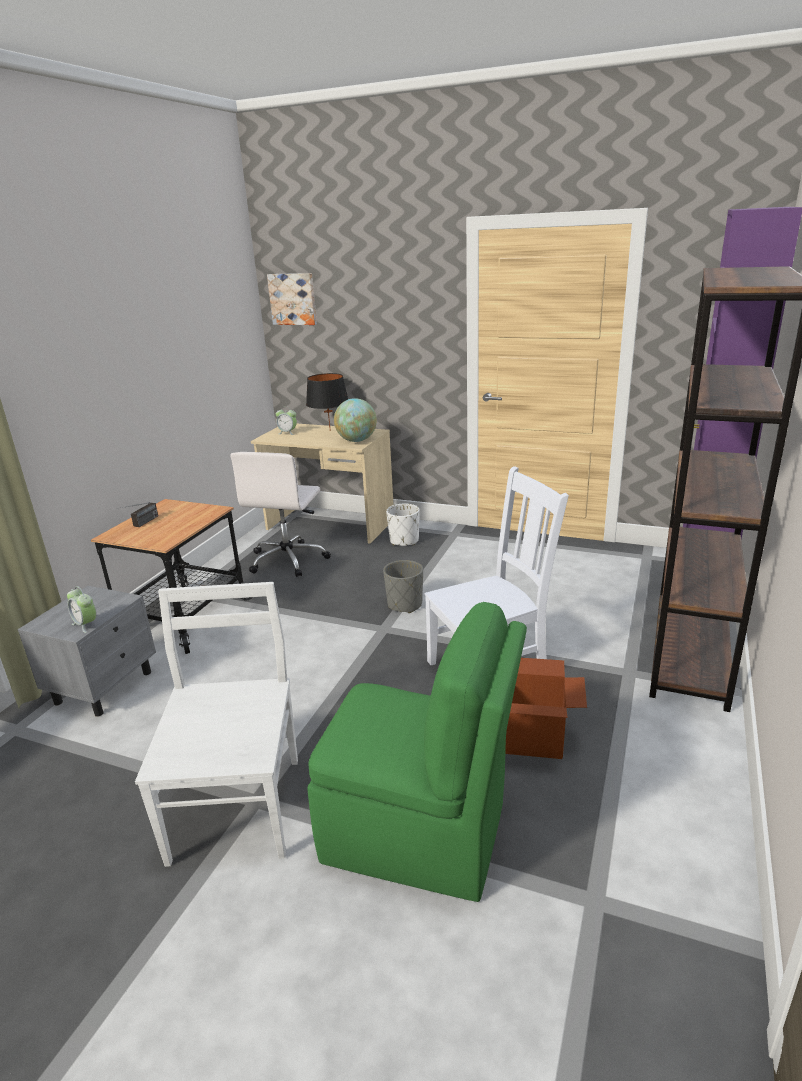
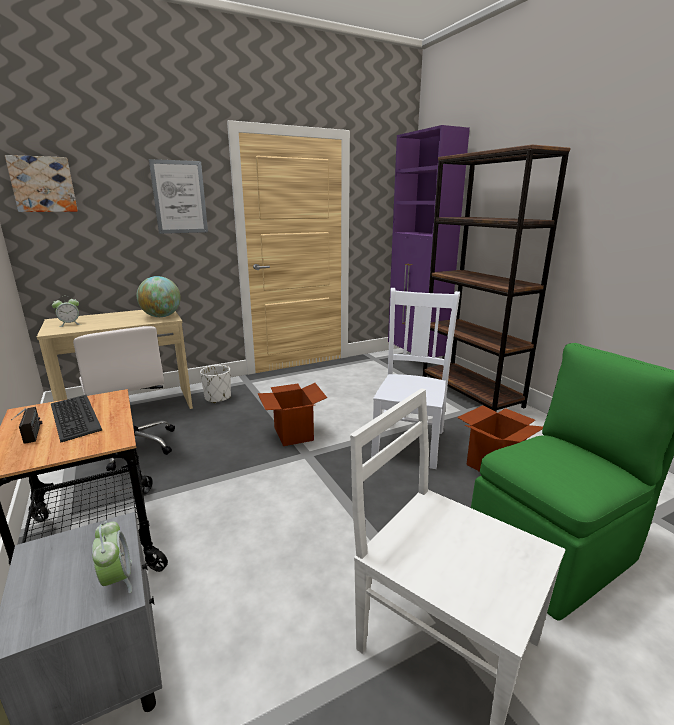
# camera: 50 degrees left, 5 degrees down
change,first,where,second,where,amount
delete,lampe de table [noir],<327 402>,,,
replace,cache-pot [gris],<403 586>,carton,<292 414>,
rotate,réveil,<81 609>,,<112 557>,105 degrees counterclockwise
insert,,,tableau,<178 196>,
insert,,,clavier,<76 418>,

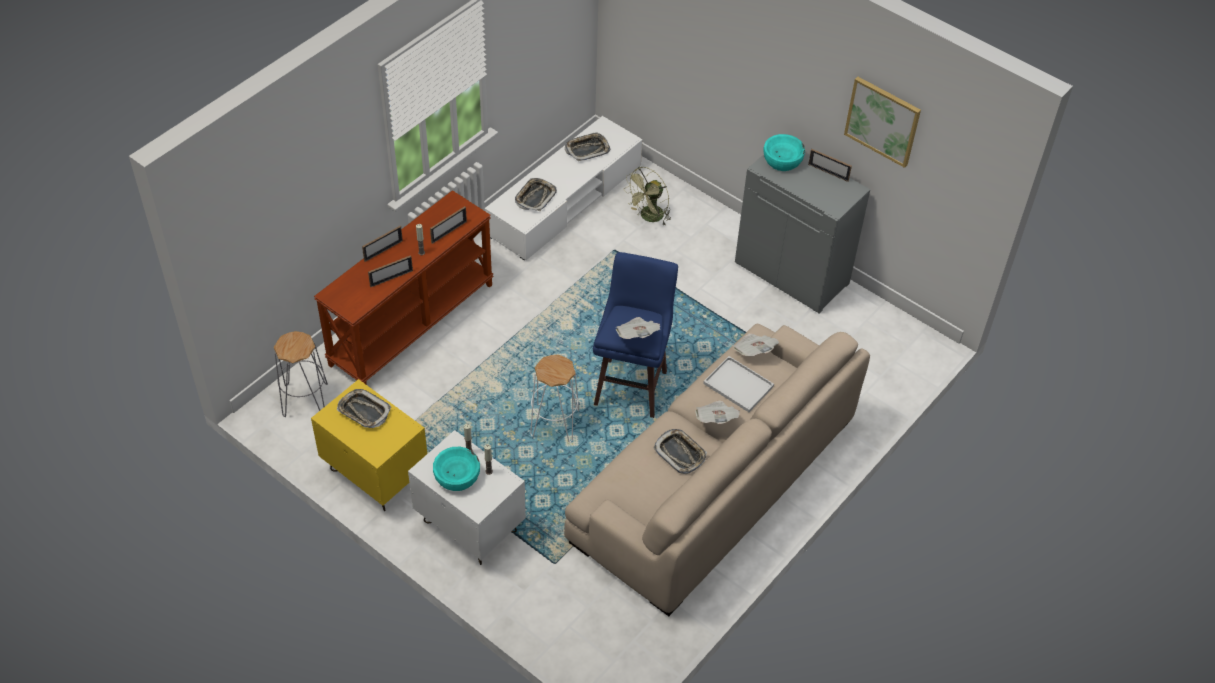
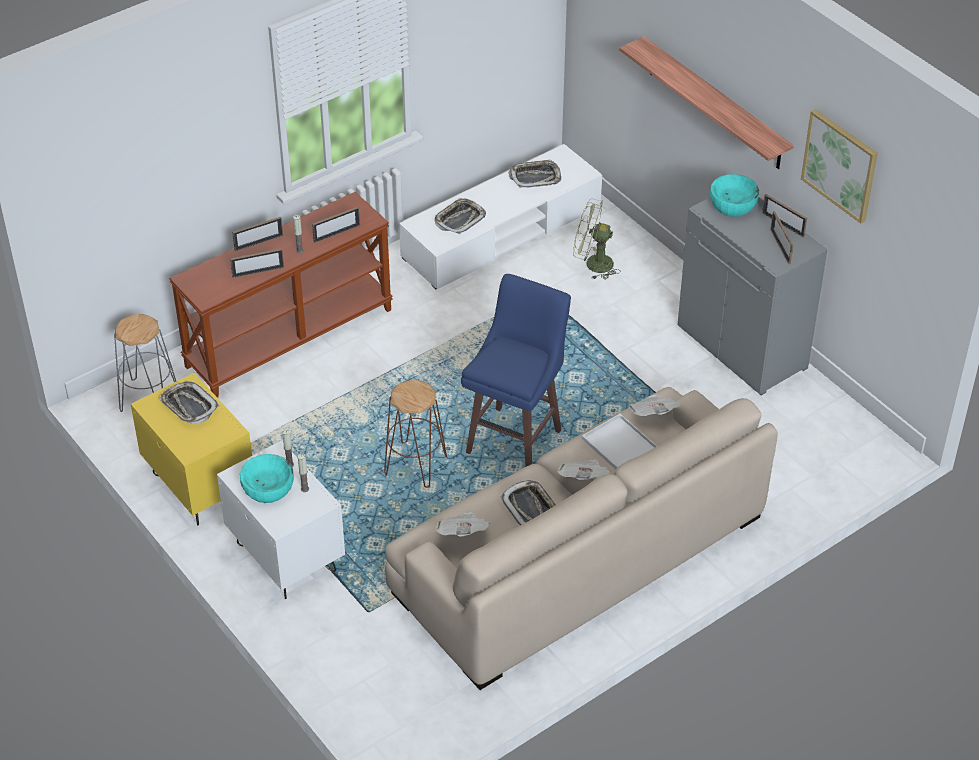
# camera: 15 degrees right, 5 degrees down
change,first,where,second,where,amount
rotate,ventilateur [vert],<647 196>,,<596 239>,45 degrees clockwise
move,journal,<638 328>,,<463 524>,
recolor,tabouret [blanc],<554 398>,tabouret [marron],<415 434>,
insert,,,étagère,<706 102>,
insert,,,cadre photo,<781 237>,

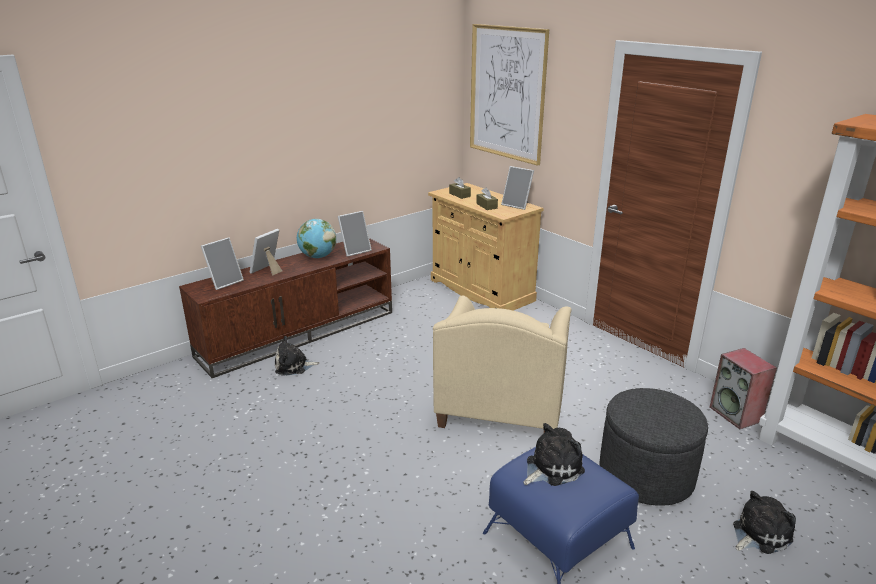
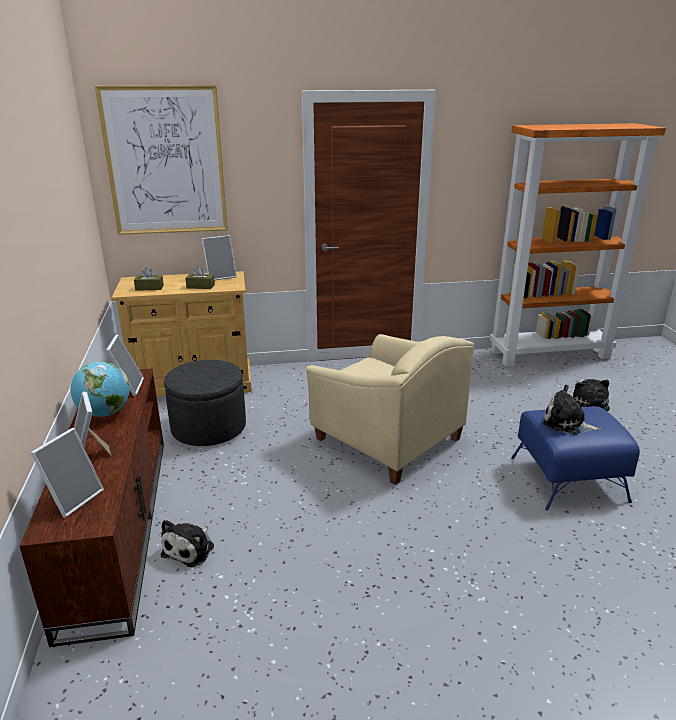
# camera: 60 degrees left, 0 degrees up
change,first,where,second,where,amount
rotate,cadre photo,<222 263>,,<67 473>,45 degrees clockwise
delete,enceinte,<743 388>,,,
move,pouf [gris],<653 447>,,<205 403>,
rotate,peluche,<554 454>,,<572 410>,60 degrees counterclockwise

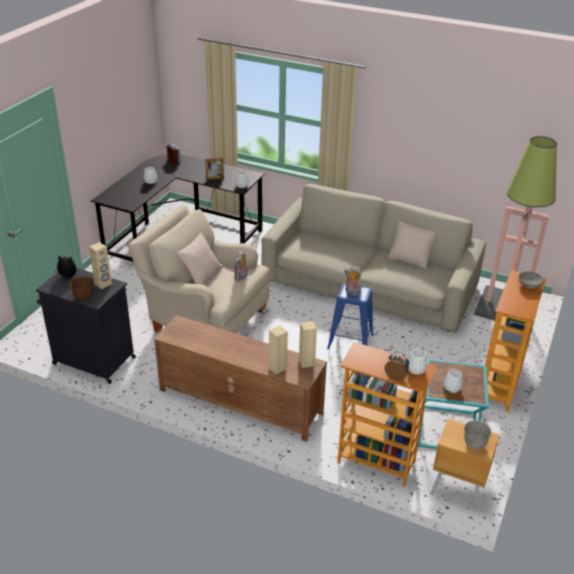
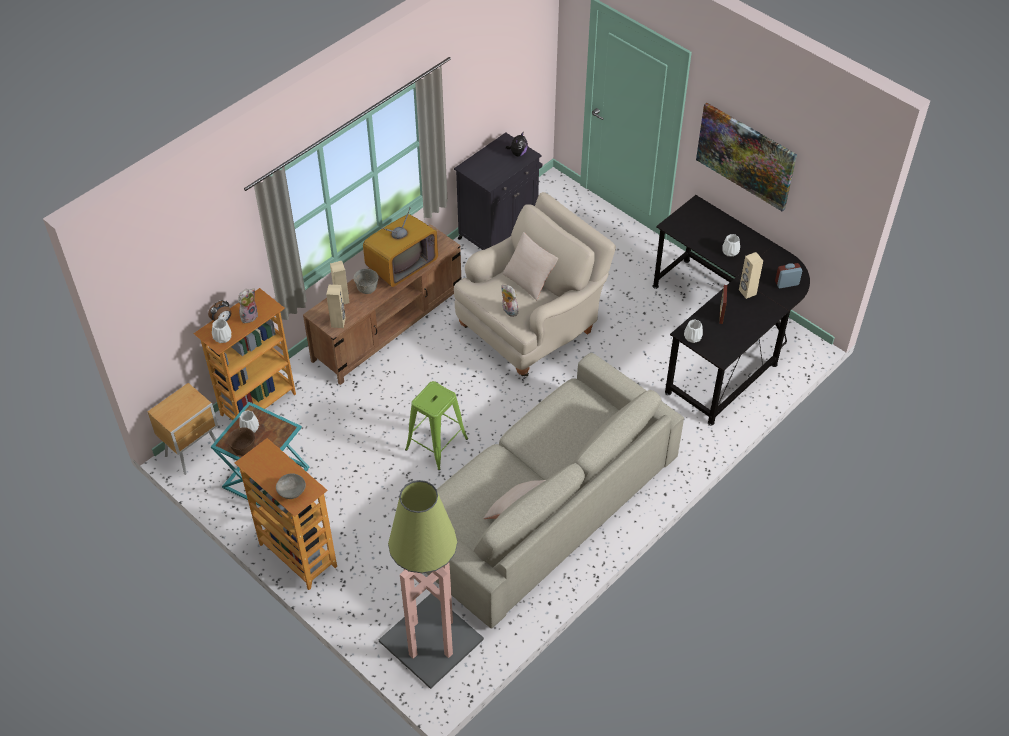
# camera: 110 degrees right, 15 degrees up
change,first,where,second,where,amount
move,enceinte [beige],<100 265>,,<751 275>,
move,peluche,<353 281>,,<248 305>,
move,bol [marron],<81 288>,,<241 441>,
recolor,tabouret [bleu],<350 316>,tabouret [vert],<436 425>,
move,bol [gris],<478 435>,,<366 281>,
insert,,,tableau,<746 157>,
insert,,,téléviseur,<400 247>,

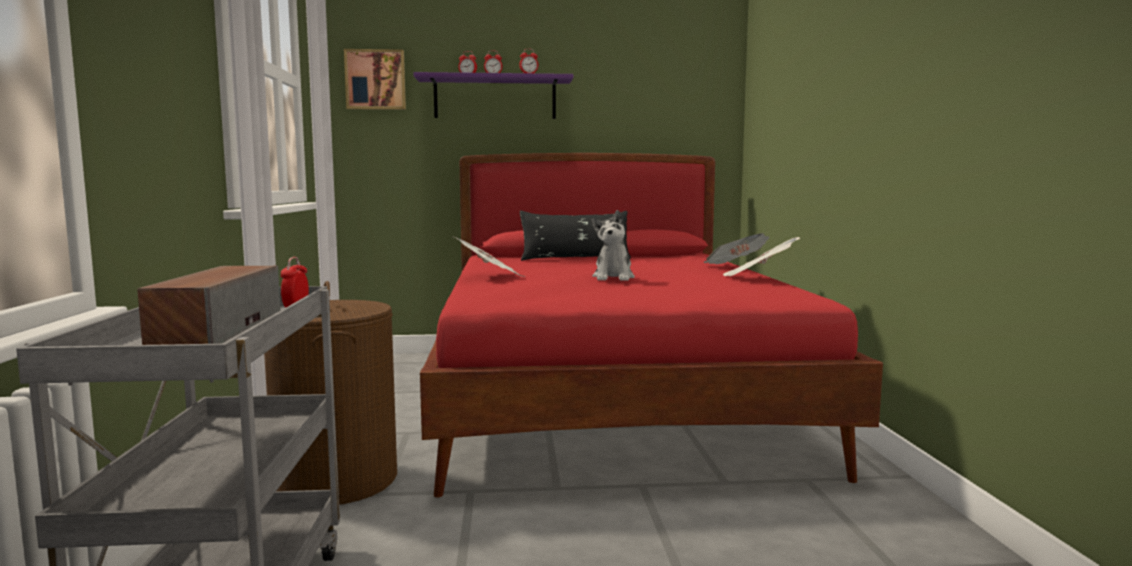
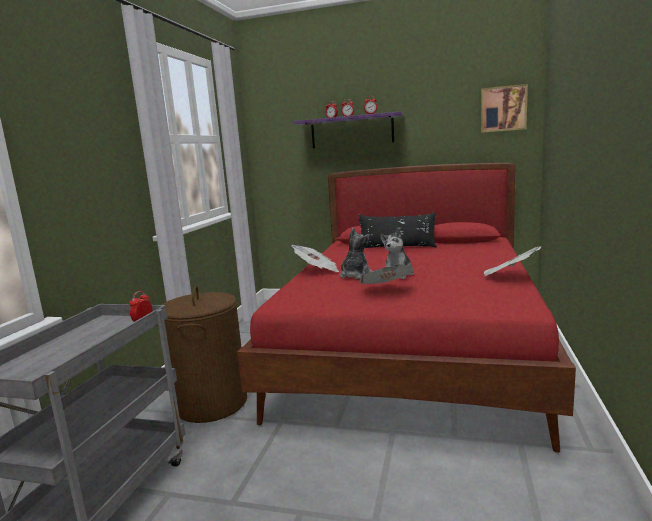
# camera: 20 degrees right, 5 degrees up
change,first,where,second,where,amount
move,tableau,<375 79>,,<504 108>,
move,journal,<736 248>,,<386 274>,
delete,enceinte,<209 305>,,,
insert,,,peluche,<356 253>,

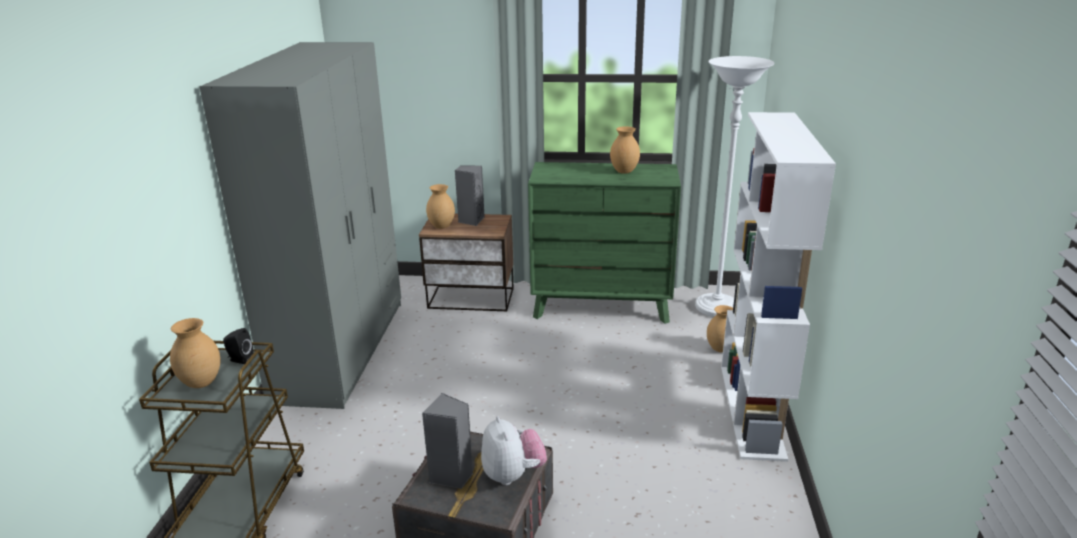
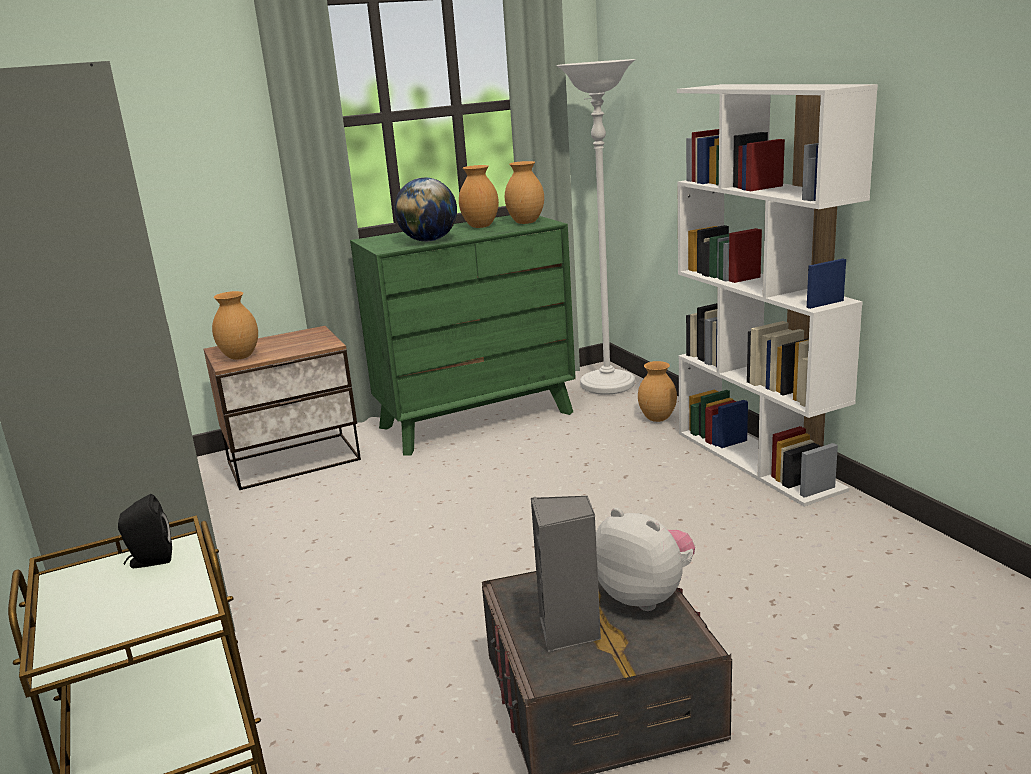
# camera: 30 degrees left, 5 degrees down
change,first,where,second,where,amount
delete,enceinte [gris],<470 195>,,,
move,vase [marron],<195 353>,,<524 192>,
insert,,,globe,<425 210>,

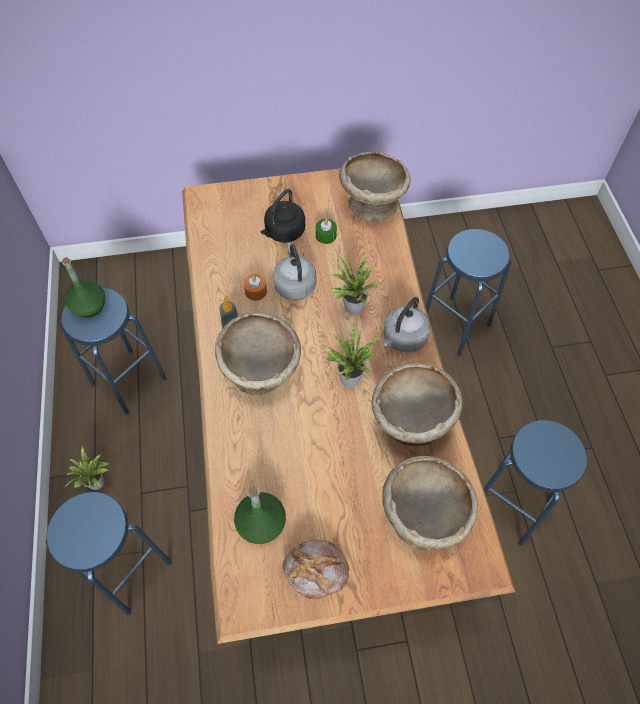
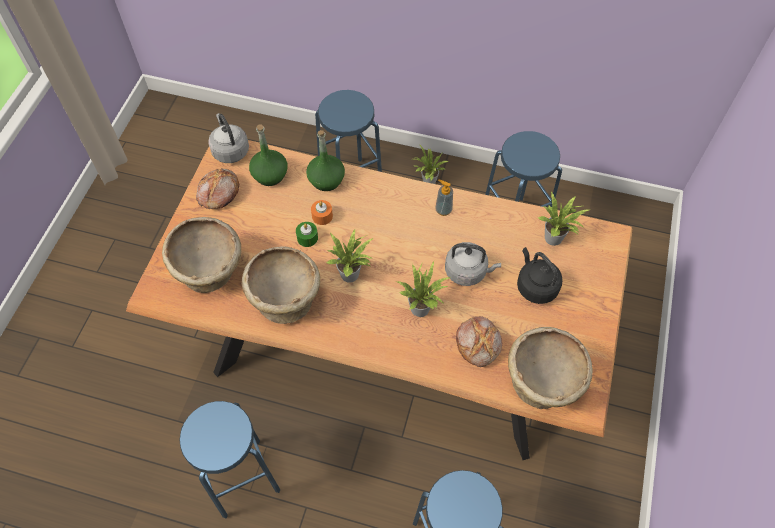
# camera: 115 degrees right, 0 degrees up
change,first,where,second,where,amount
move,bougie [vert],<326 231>,,<307 234>,
move,bouteille [vert],<83 287>,,<325 160>,
move,bougie [orange],<255 287>,,<322 212>,
move,bouilloire [gris],<406 324>,,<228 138>,
delete,bol [beige],<258 353>,,,
insert,,,plante en pot,<564 219>,
insert,,,pain,<479 341>,

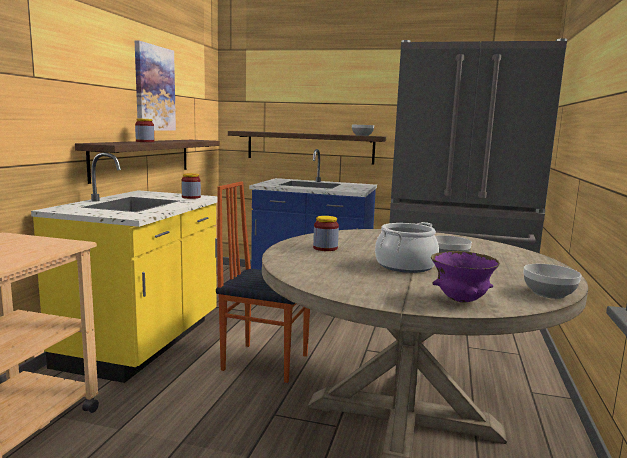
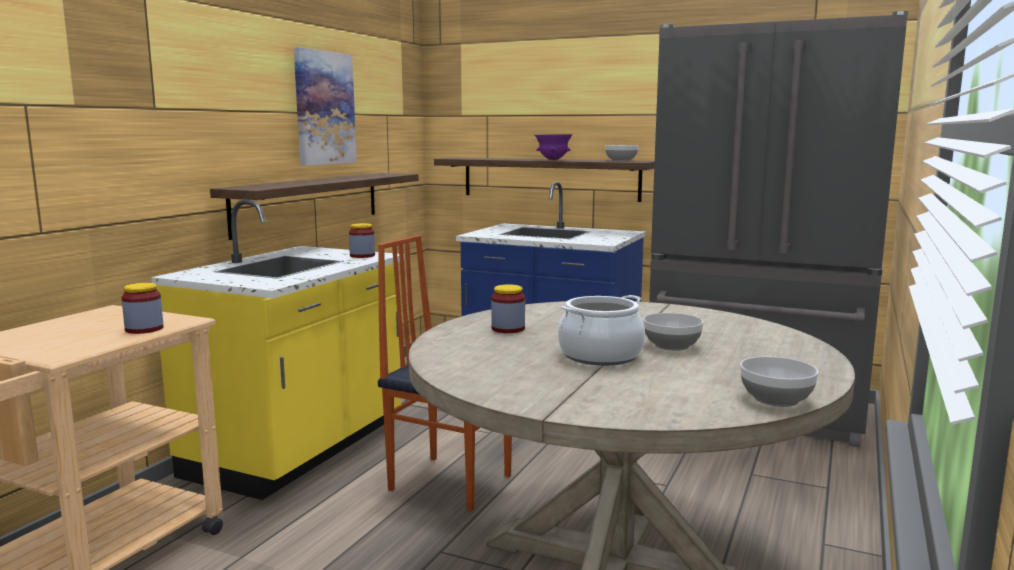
# camera: 10 degrees right, 0 degrees up
change,first,where,second,where,amount
move,bocal,<144 130>,,<143 308>,
move,bol [violet],<465 277>,,<553 147>,

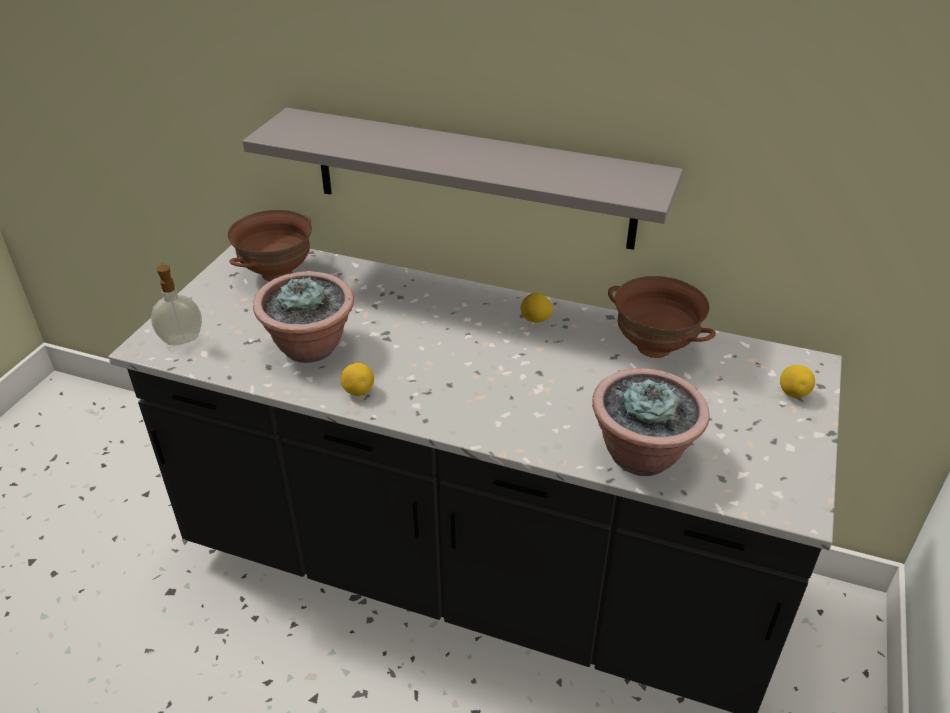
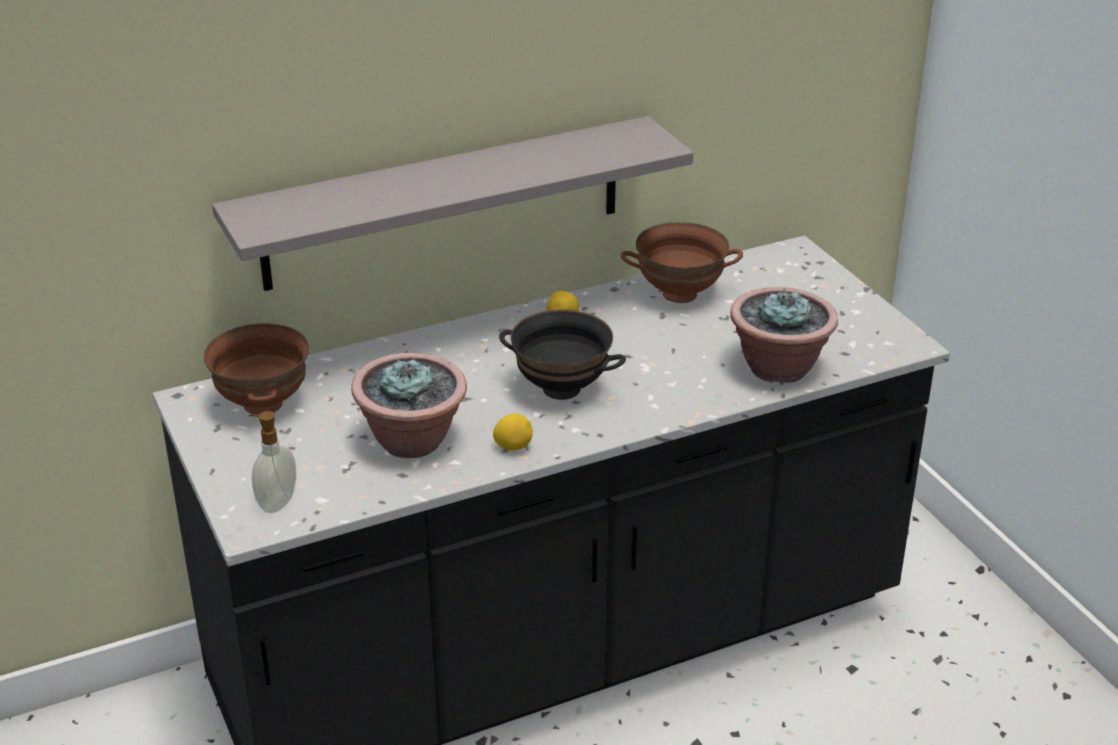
# camera: 45 degrees left, 5 degrees down
change,first,where,second,where,amount
delete,citron,<797 381>,,,
insert,,,bol [noir],<562 354>,

